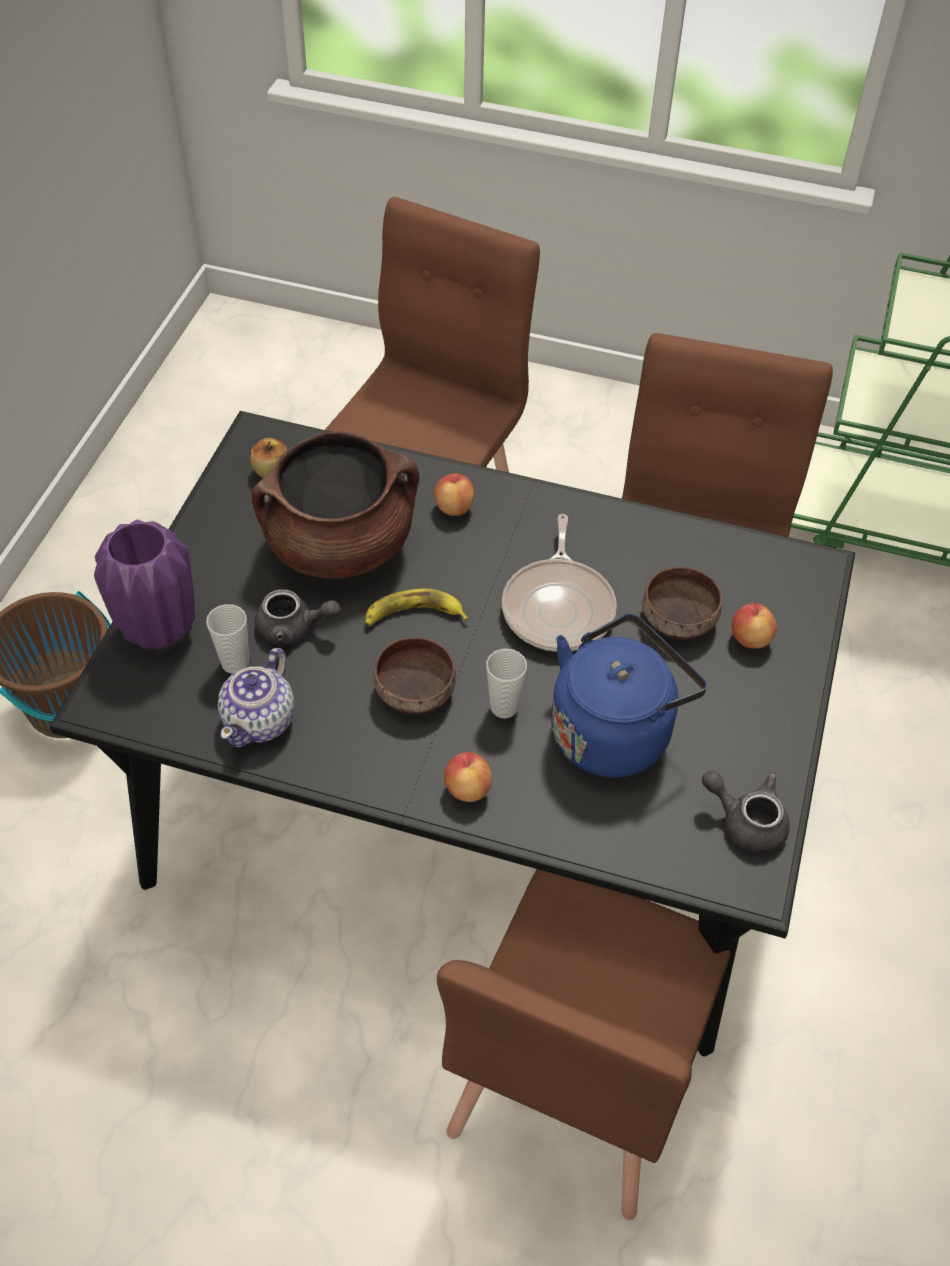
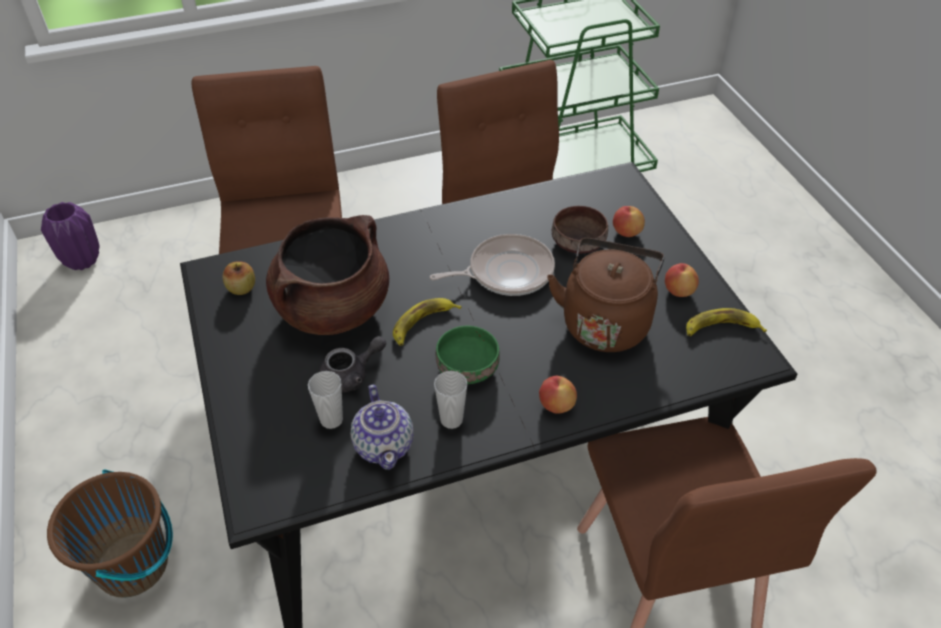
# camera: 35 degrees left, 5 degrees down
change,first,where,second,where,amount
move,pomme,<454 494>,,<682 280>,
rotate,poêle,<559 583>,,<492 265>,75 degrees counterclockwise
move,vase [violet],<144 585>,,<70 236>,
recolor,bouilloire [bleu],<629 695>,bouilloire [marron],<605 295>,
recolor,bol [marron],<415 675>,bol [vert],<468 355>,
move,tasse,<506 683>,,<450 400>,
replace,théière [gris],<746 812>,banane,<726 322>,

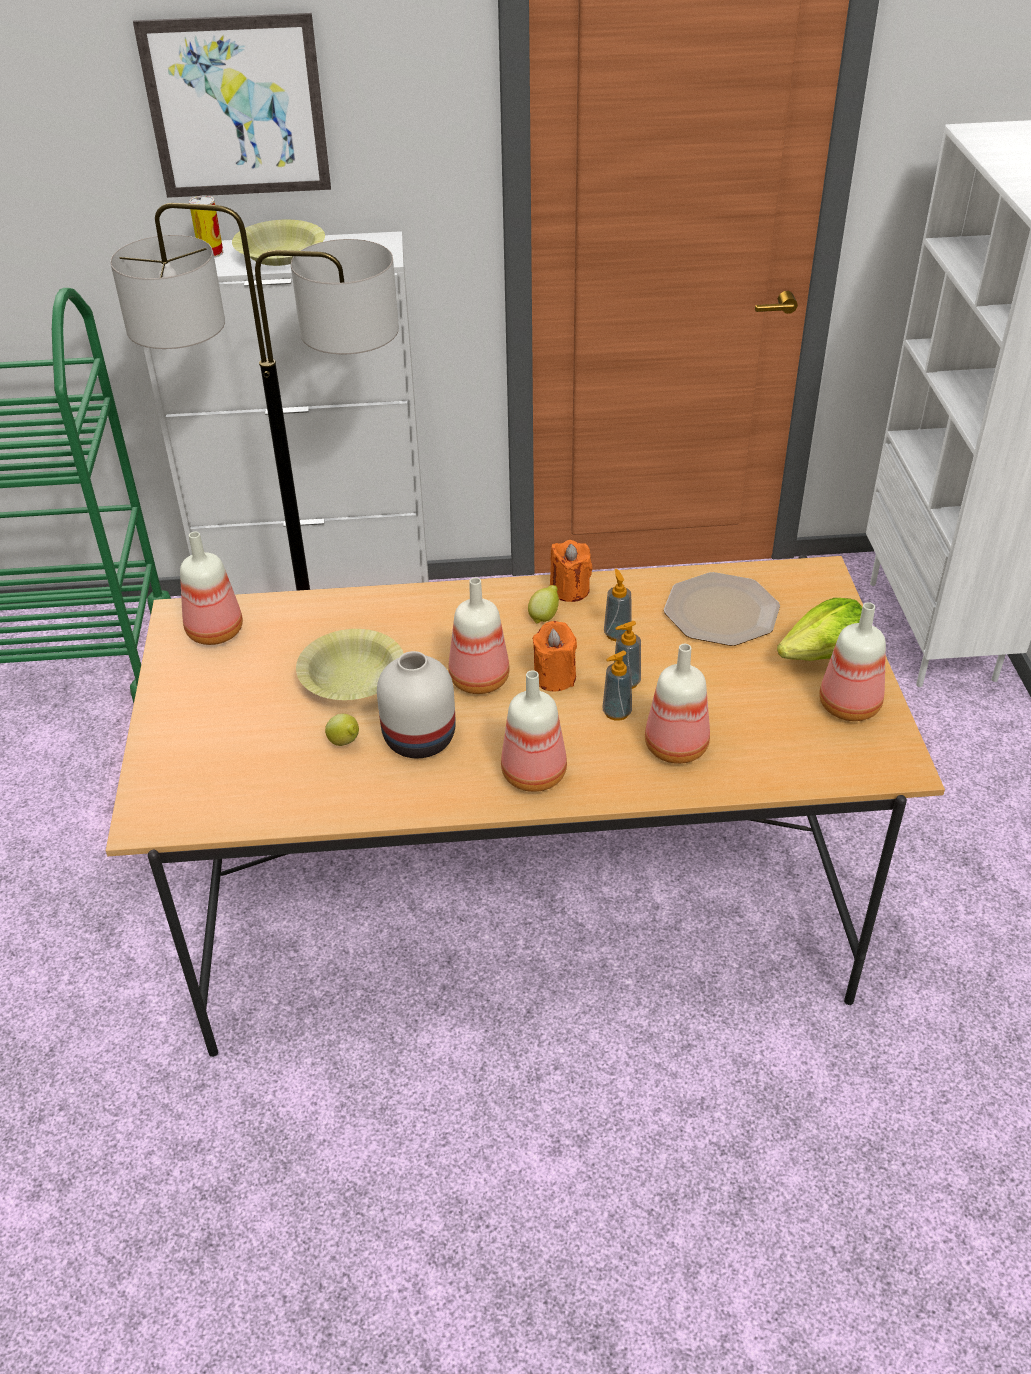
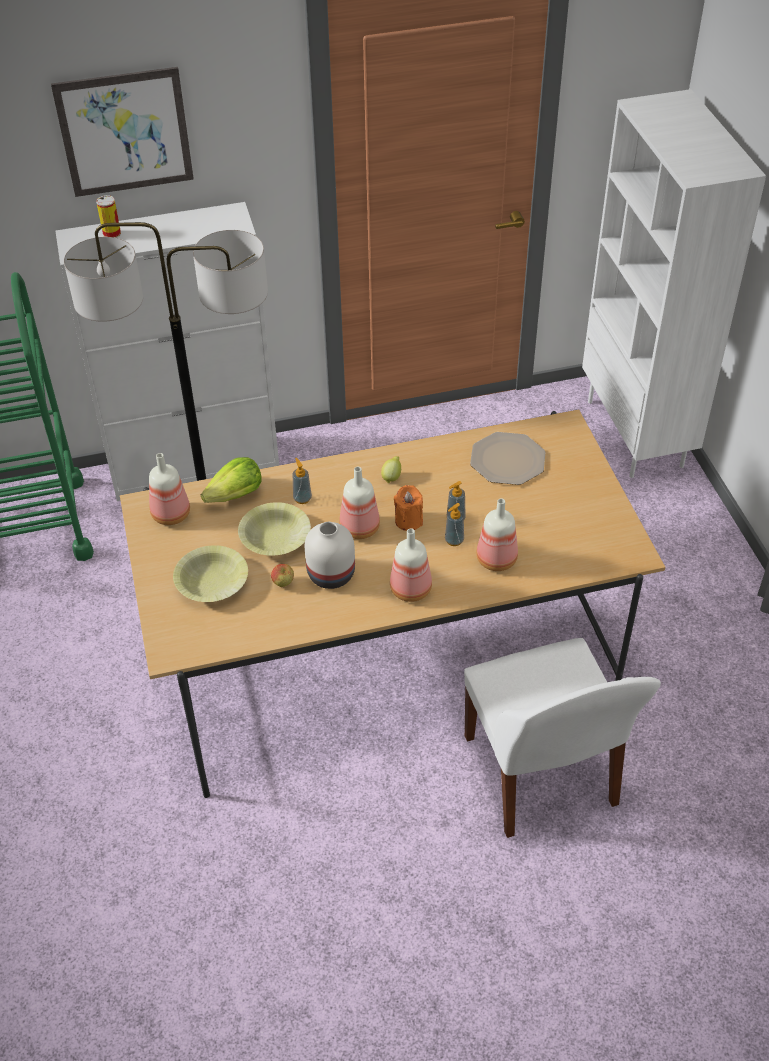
# camera: 10 degrees left, 5 degrees up
change,first,where,second,where,amount
move,bol [jaune],<278 243>,,<210 573>,
delete,bougie [orange],<571 571>,,,
move,distributeur de savon,<618 605>,,<302 481>,
move,laitue,<820 629>,,<231 480>,
delete,bouteille,<852 661>,,,
replace,citron,<342 730>,pomme,<282 575>,
insert,,,chaise [blanc],<562 738>,

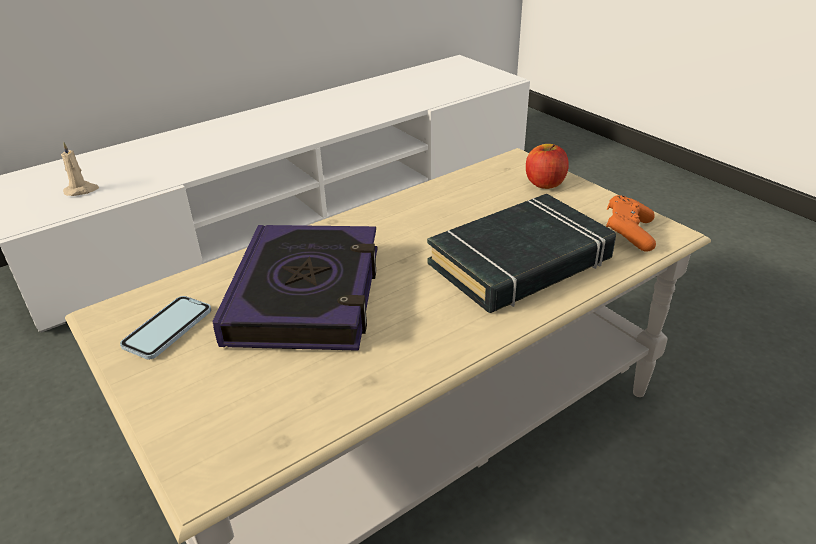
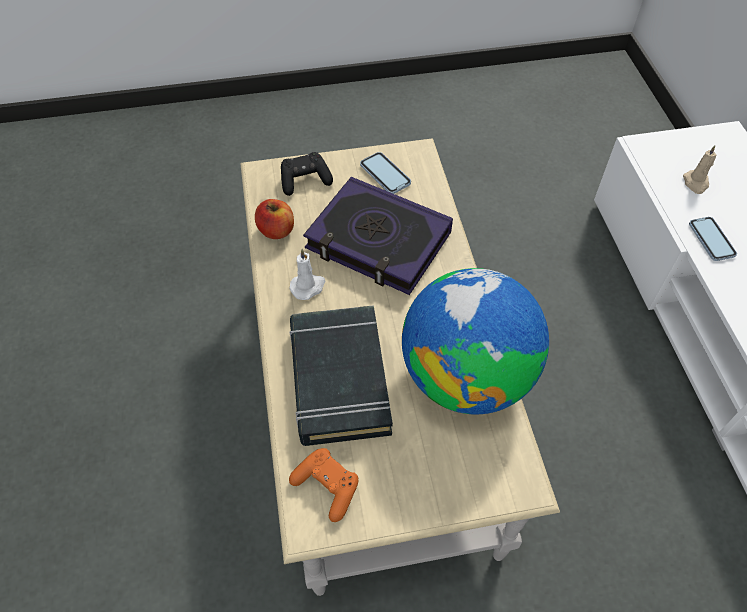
# camera: 115 degrees right, 20 degrees up
change,first,where,second,where,amount
move,pomme,<547 166>,,<274 219>,
insert,,,manette [noir],<307 174>,
insert,,,téléphone,<713 239>,
insert,,,bougie [blanc],<308 274>,
insert,,,globe,<475 341>,

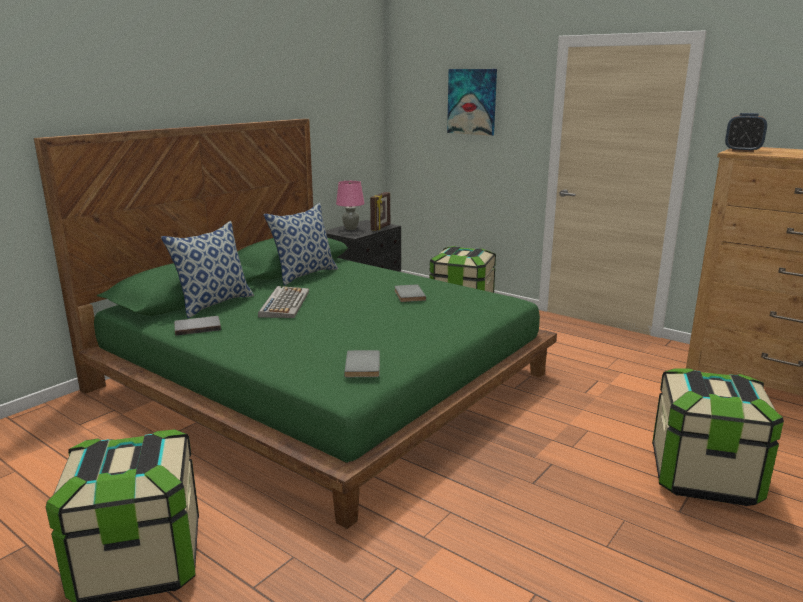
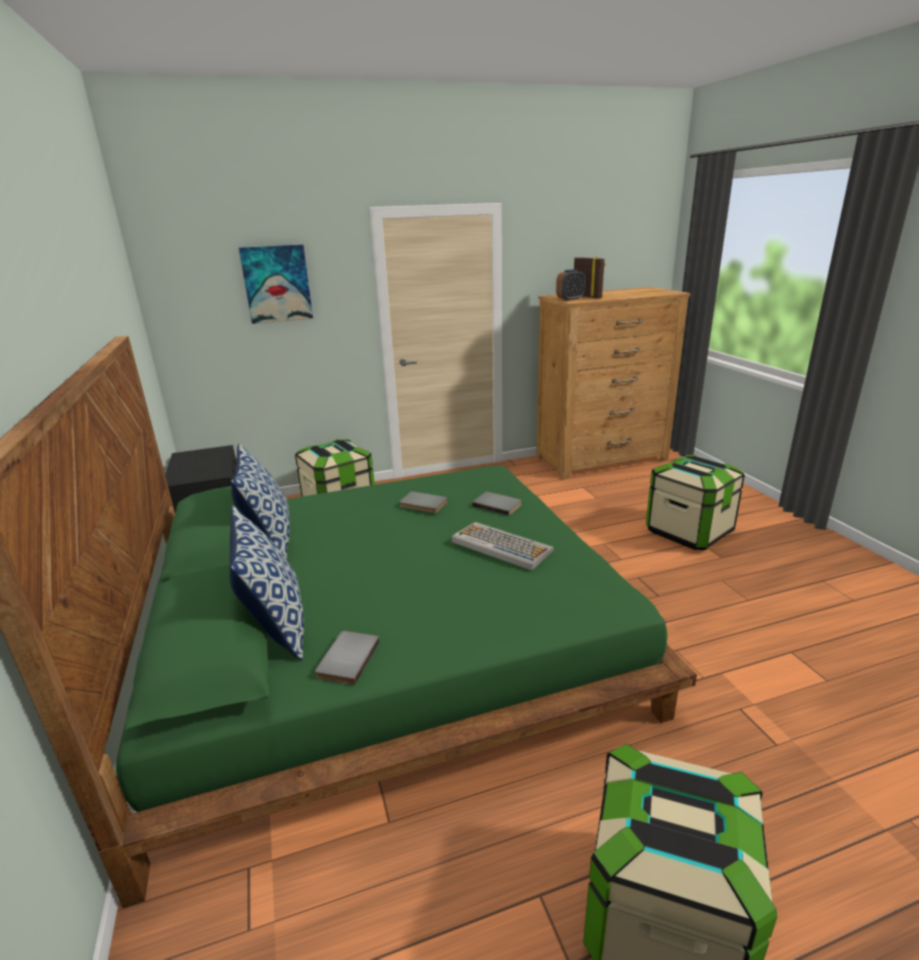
# camera: 55 degrees left, 5 degrees up
change,first,where,second,where,amount
delete,lampe de table [rose],<350 205>,,,
move,cadre photo,<380 211>,,<589 278>,
move,clavier,<283 302>,,<503 546>,
move,livre [gris],<362 363>,,<497 504>,

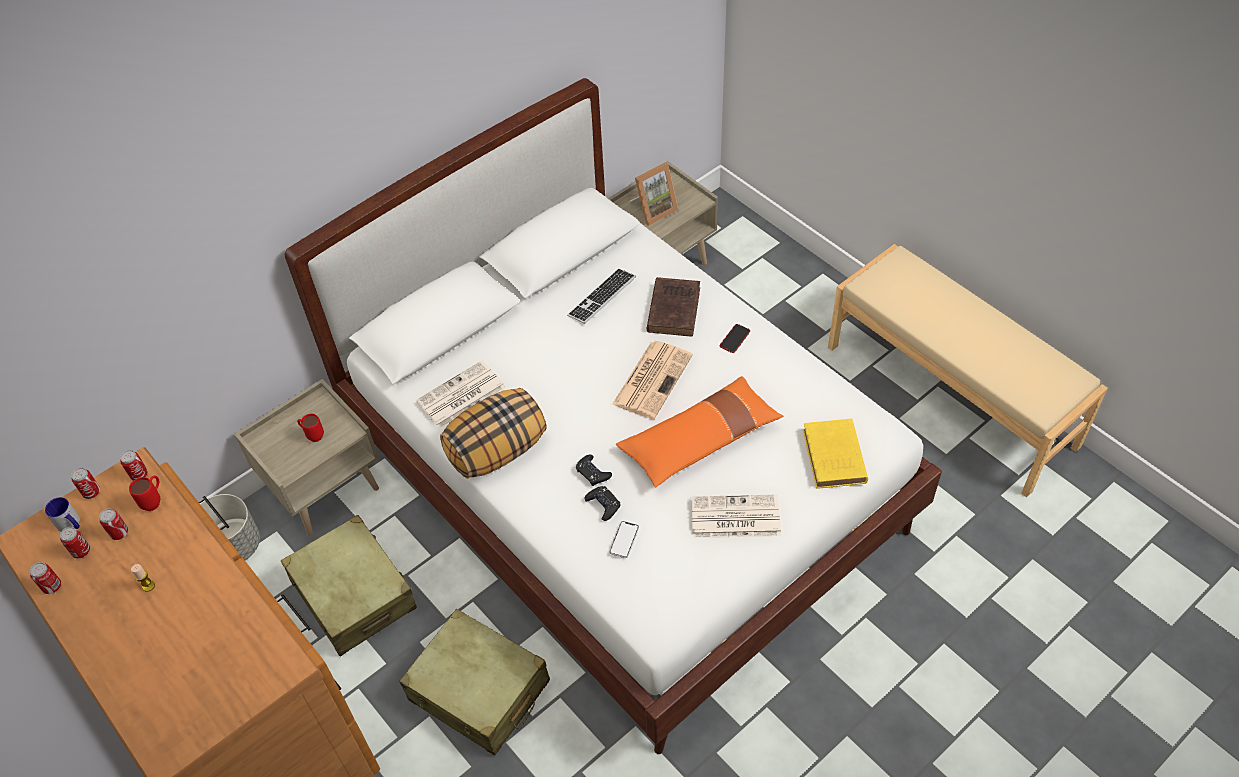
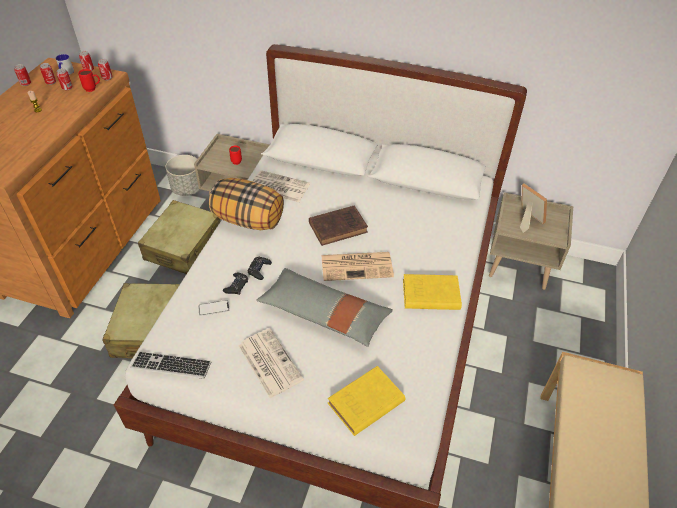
# camera: 55 degrees right, 5 degrees down
change,first,where,second,where,amount
rotate,cadre photo,<654 194>,,<533 208>,150 degrees counterclockwise
move,clavier,<601 296>,,<170 365>,
move,livre [marron],<673 307>,,<338 225>,
replace,téléphone,<735 338>,livre [jaune],<432 292>,
recolor,coussin [orange],<699 432>,coussin [gris],<324 307>,

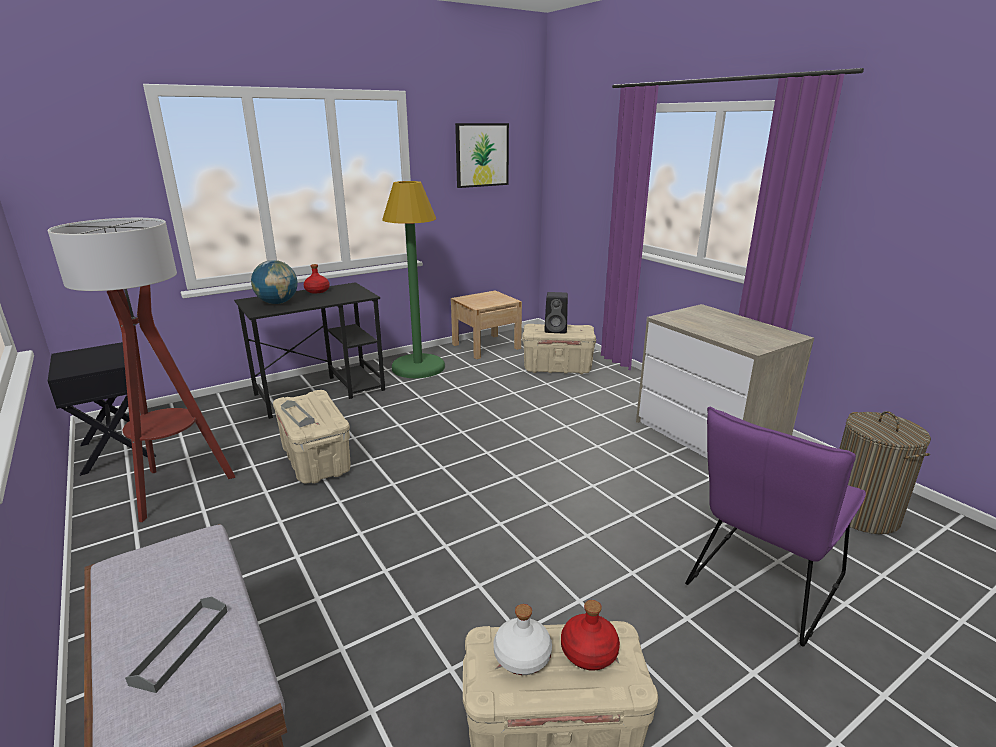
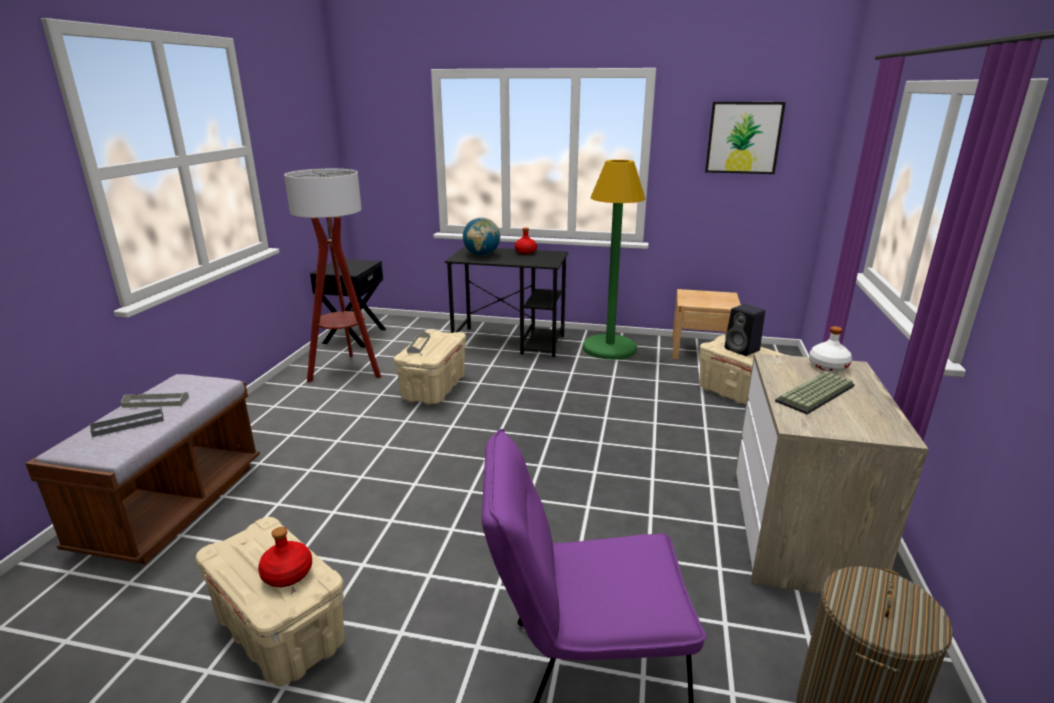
# camera: 45 degrees right, 0 degrees up
change,first,where,second,where,amount
move,bouteille [blanc],<523 639>,,<830 349>,
insert,,,clavier,<815 393>,
insert,,,plateau [gris],<154 400>,

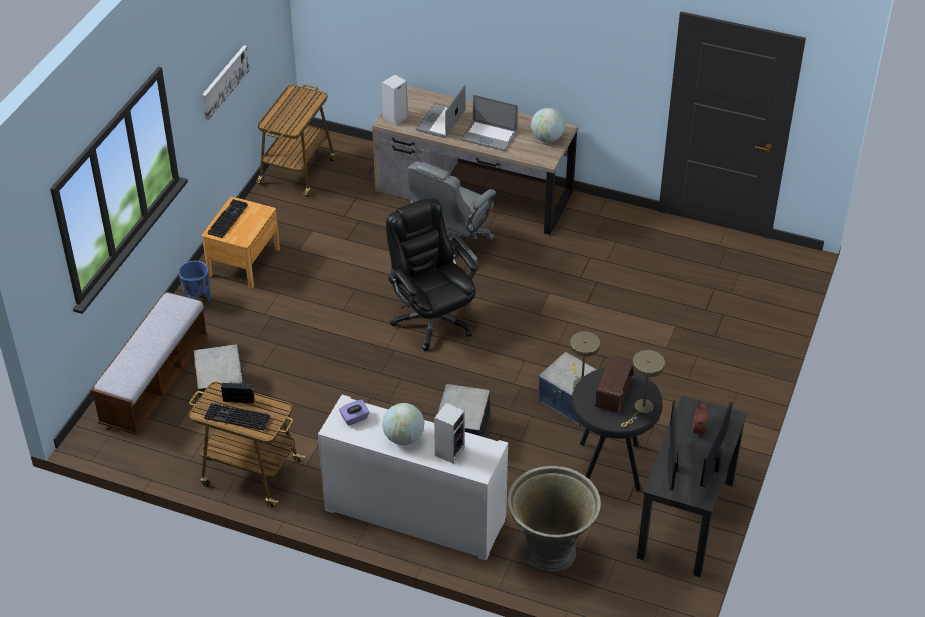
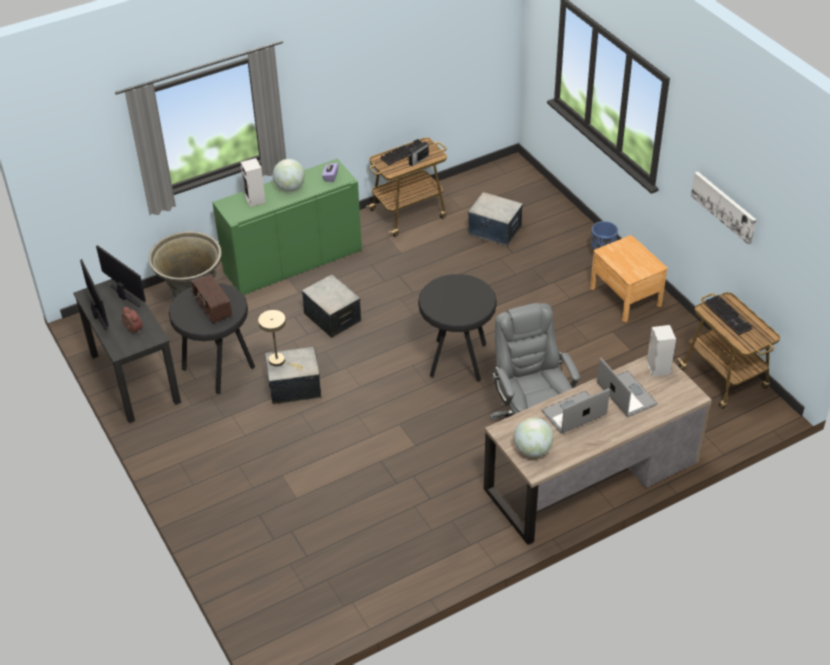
# camera: 130 degrees right, 0 degrees up
change,first,where,second,where,amount
replace,chaise de bureau [noir],<432 274>,tabouret [noir],<457 328>,
move,clavier,<228 218>,,<728 315>,
delete,banc,<149 363>,,,
delete,lampe de table [beige],<643 388>,,,
recolor,meuble de rangement [blanc],<413 478>,meuble de rangement [vert],<287 227>,

